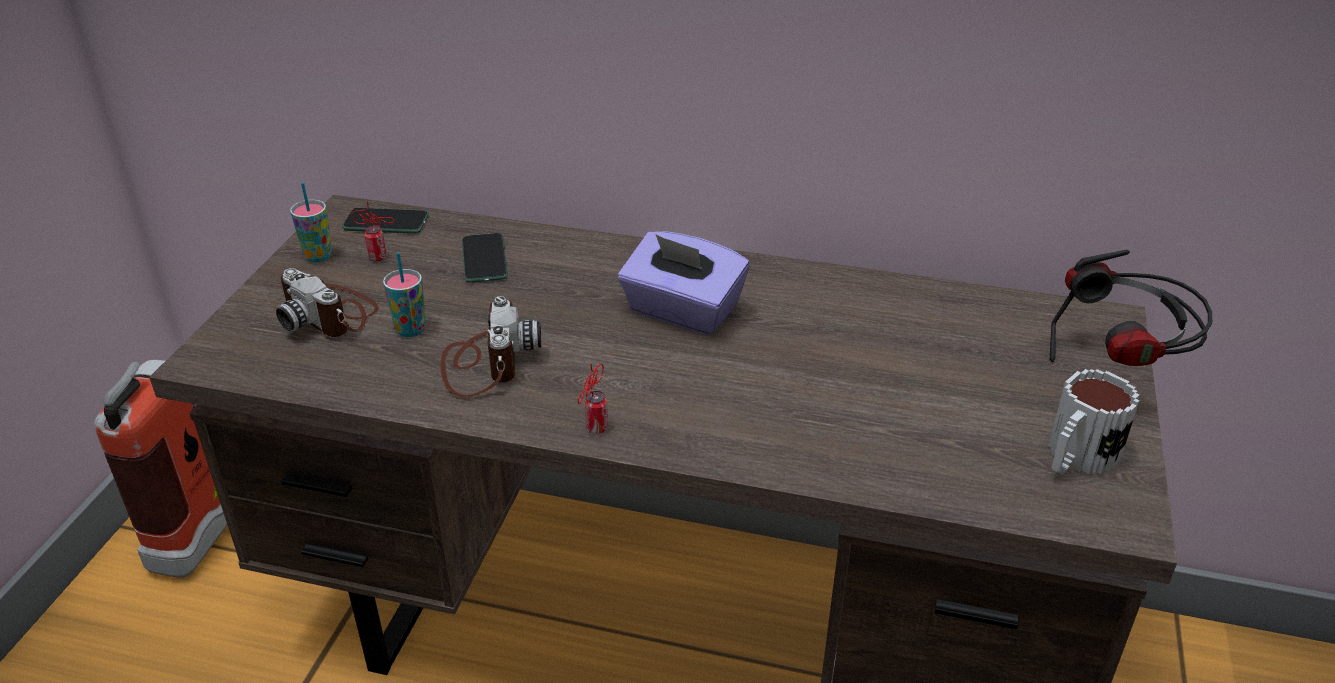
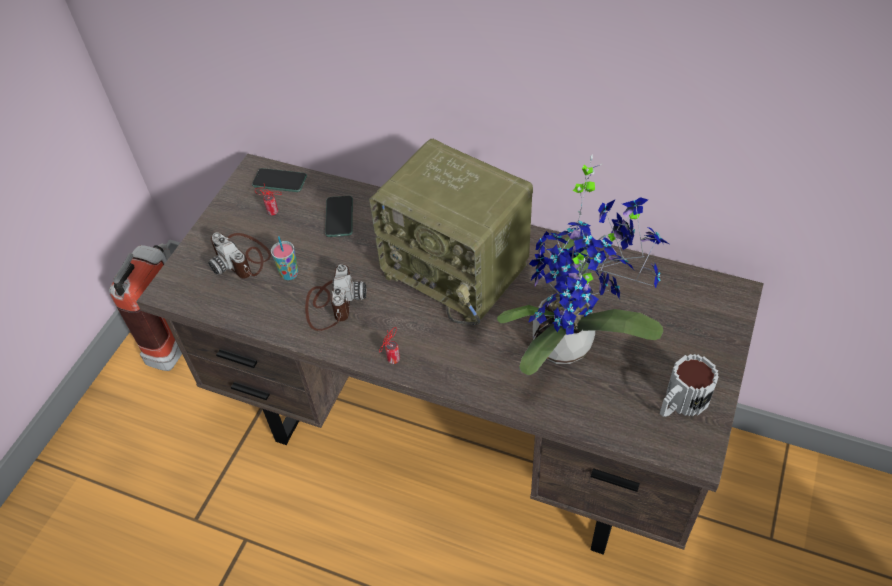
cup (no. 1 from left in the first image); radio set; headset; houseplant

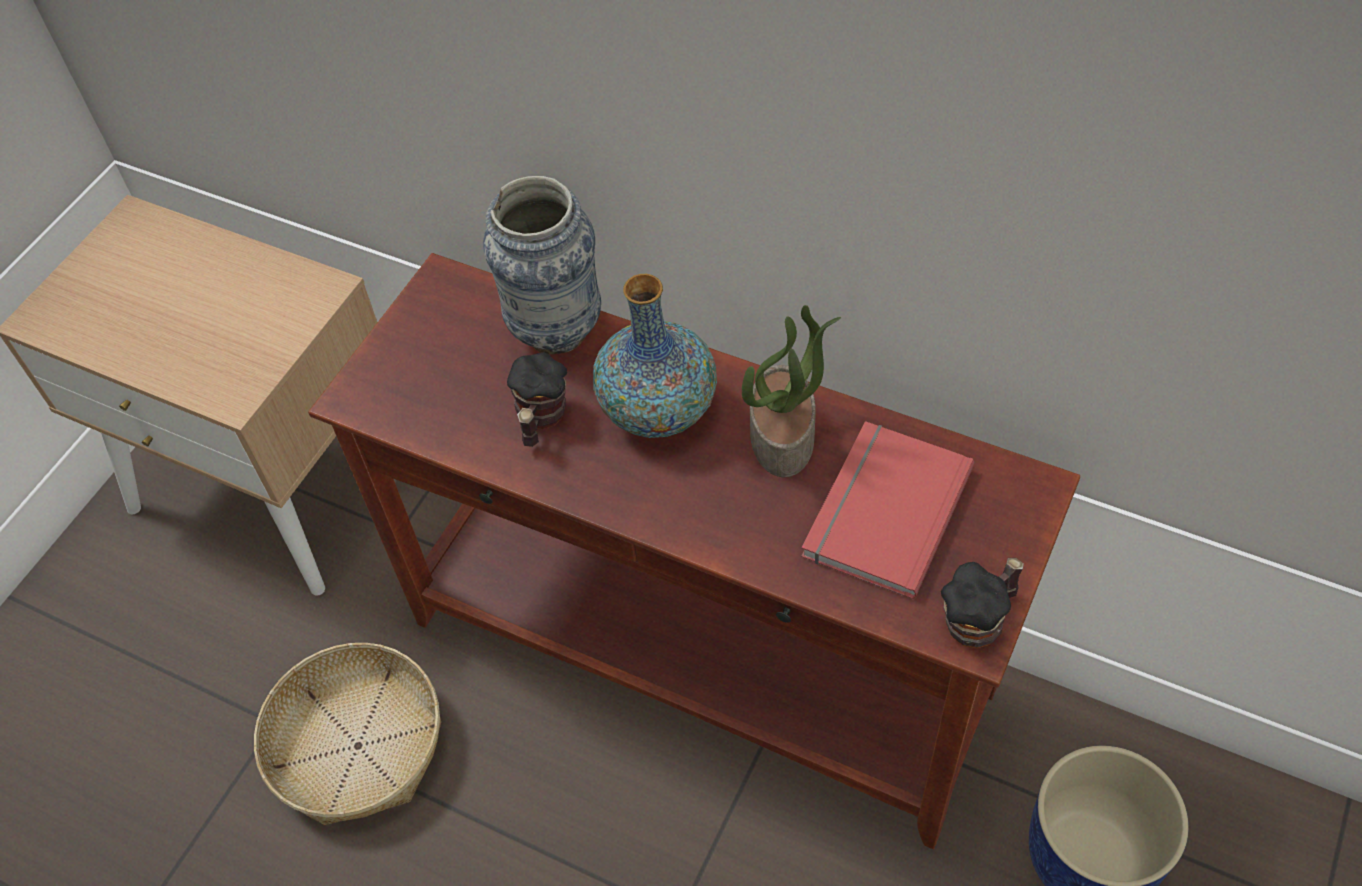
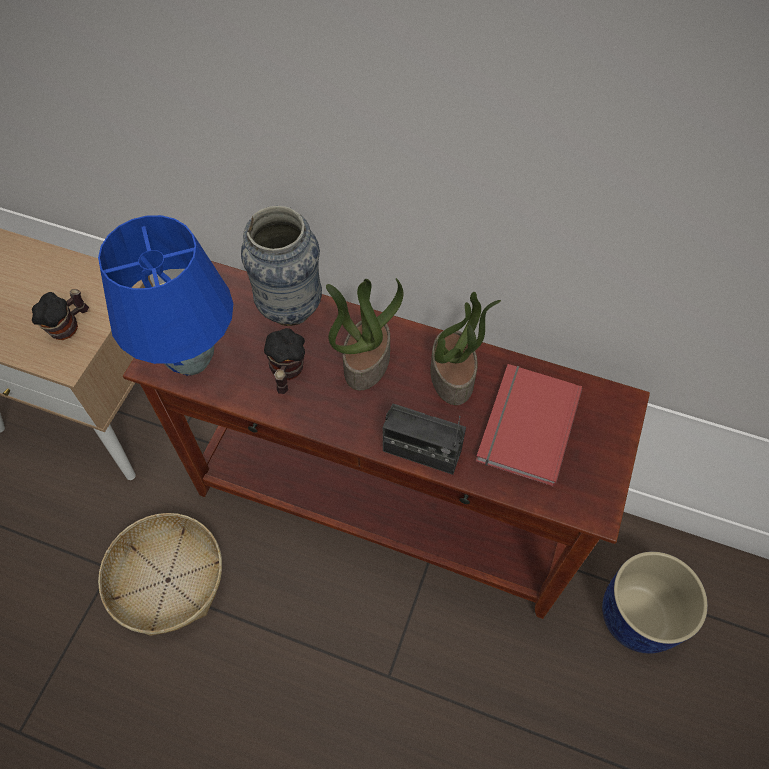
houseplant (no. 1 from left); mug (no. 1 from left); table lamp (bluish); radio set

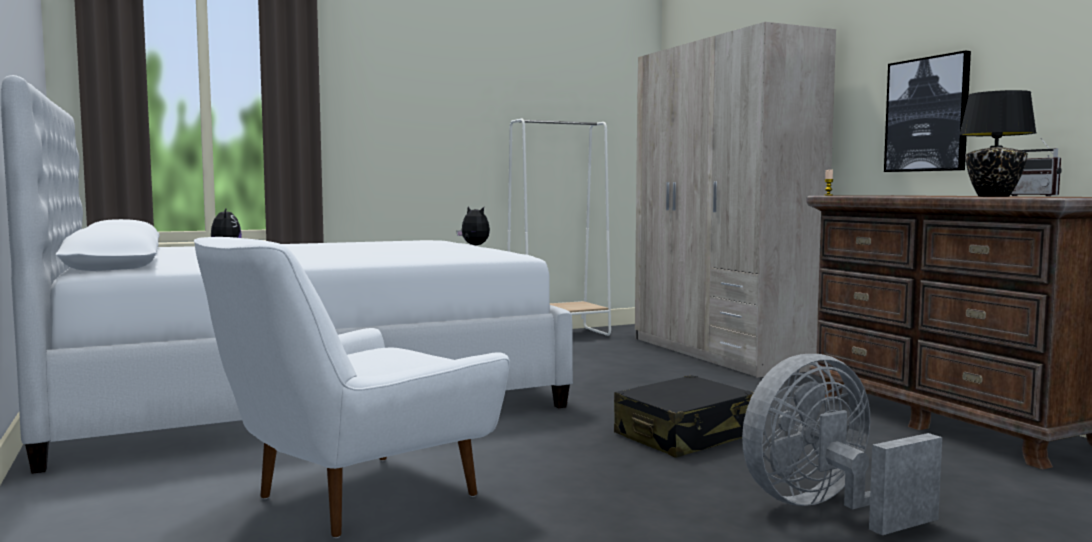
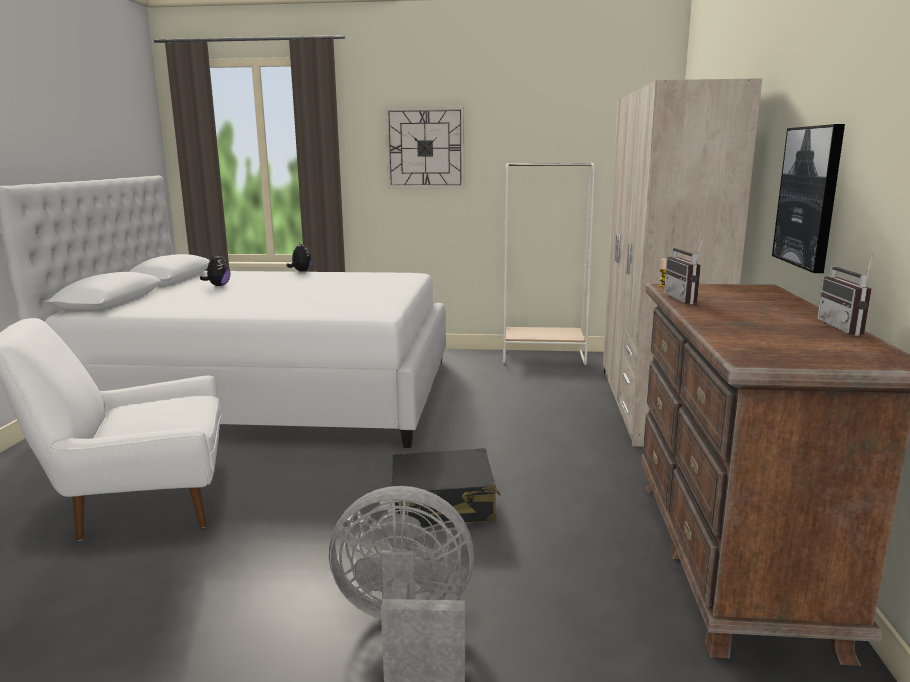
table lamp (black-coloured); plush toy (no. 2 from left); hanging clock; radio set (no. 1 from left)

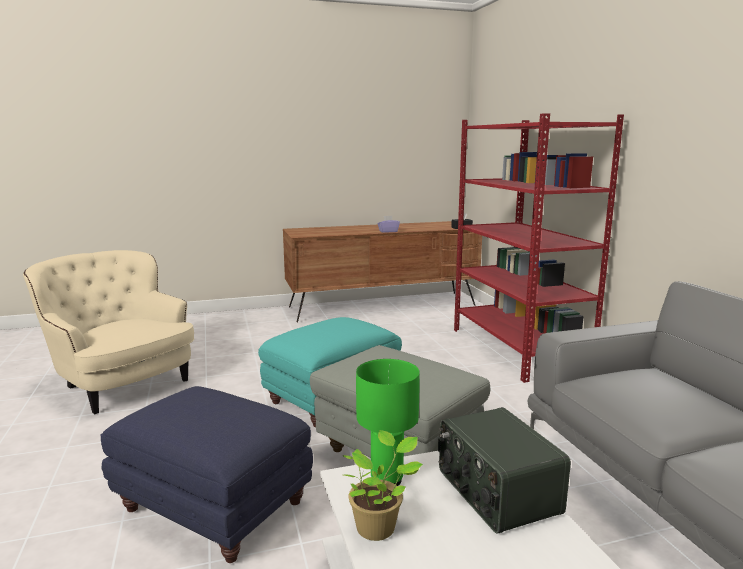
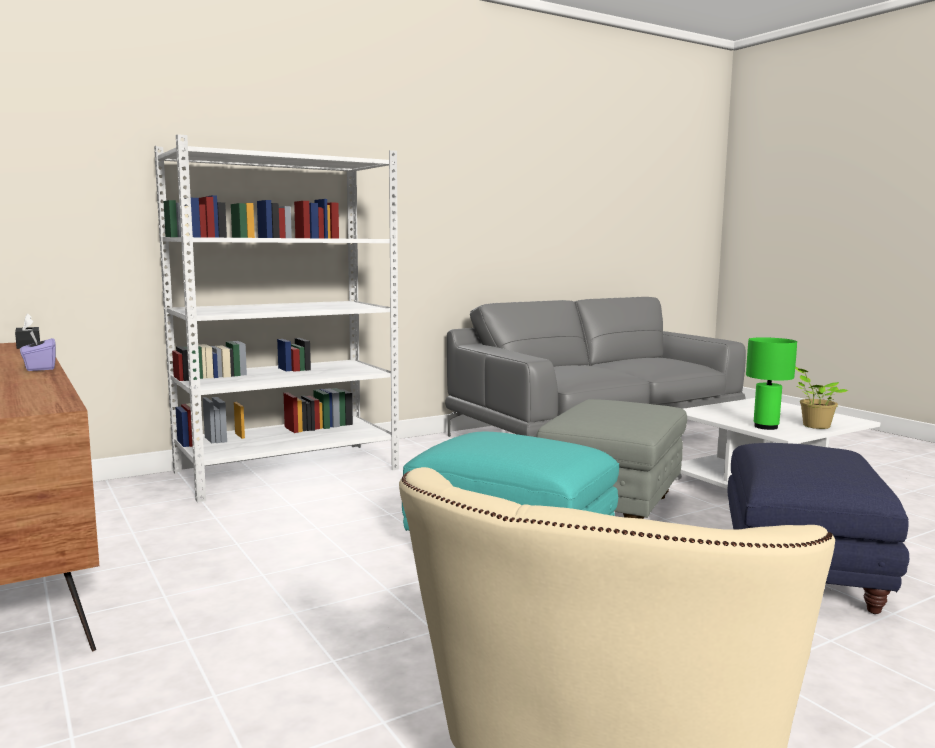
bookshelf (whitish); radio set

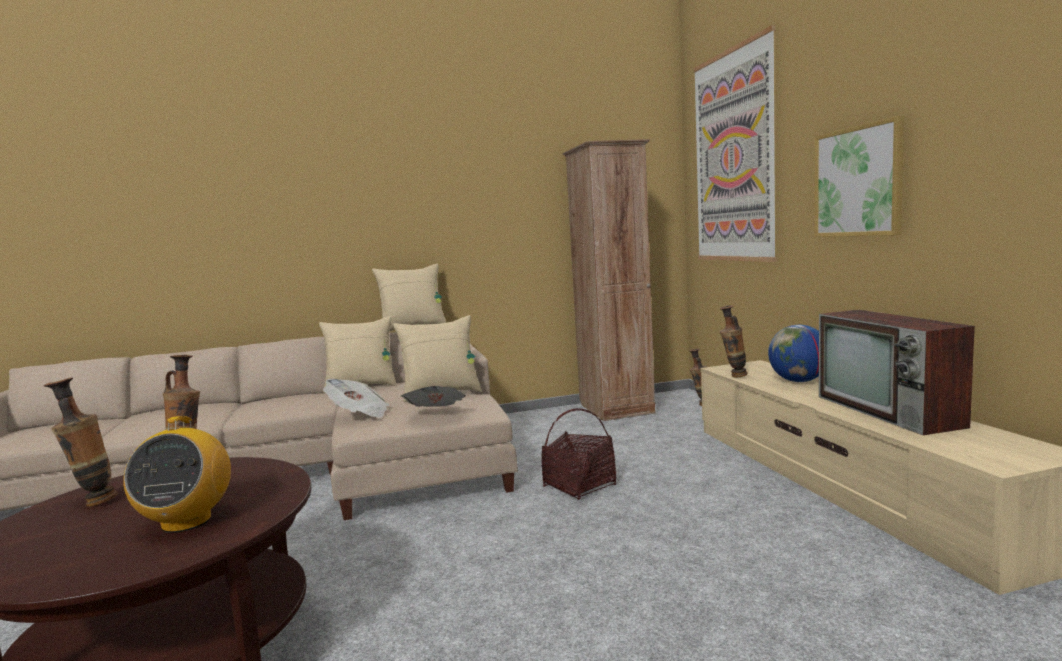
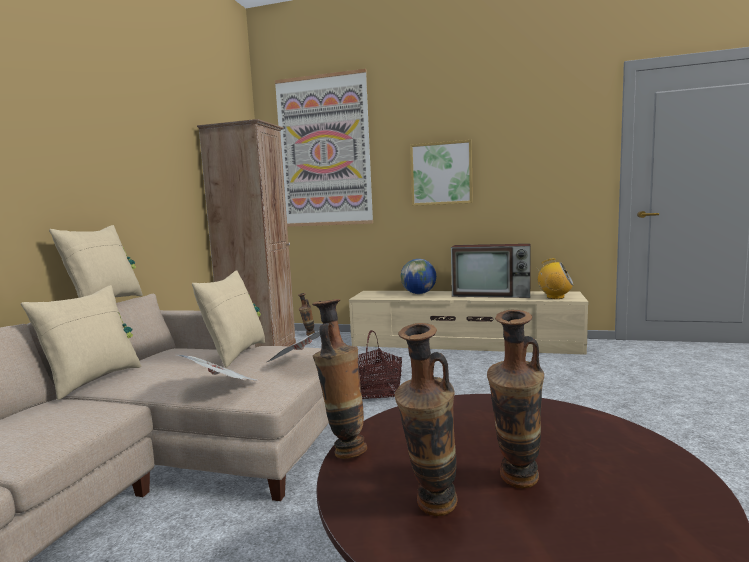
flower vase (no. 4 from left); radio set

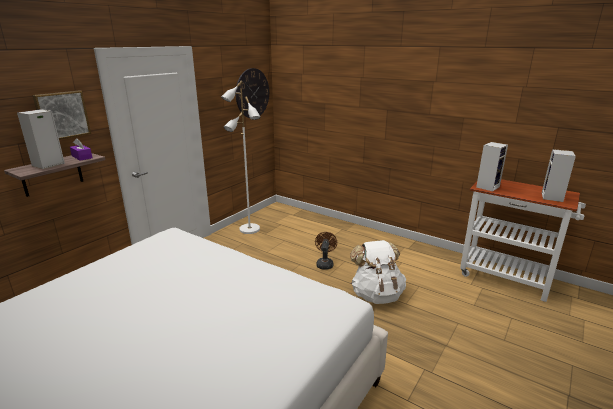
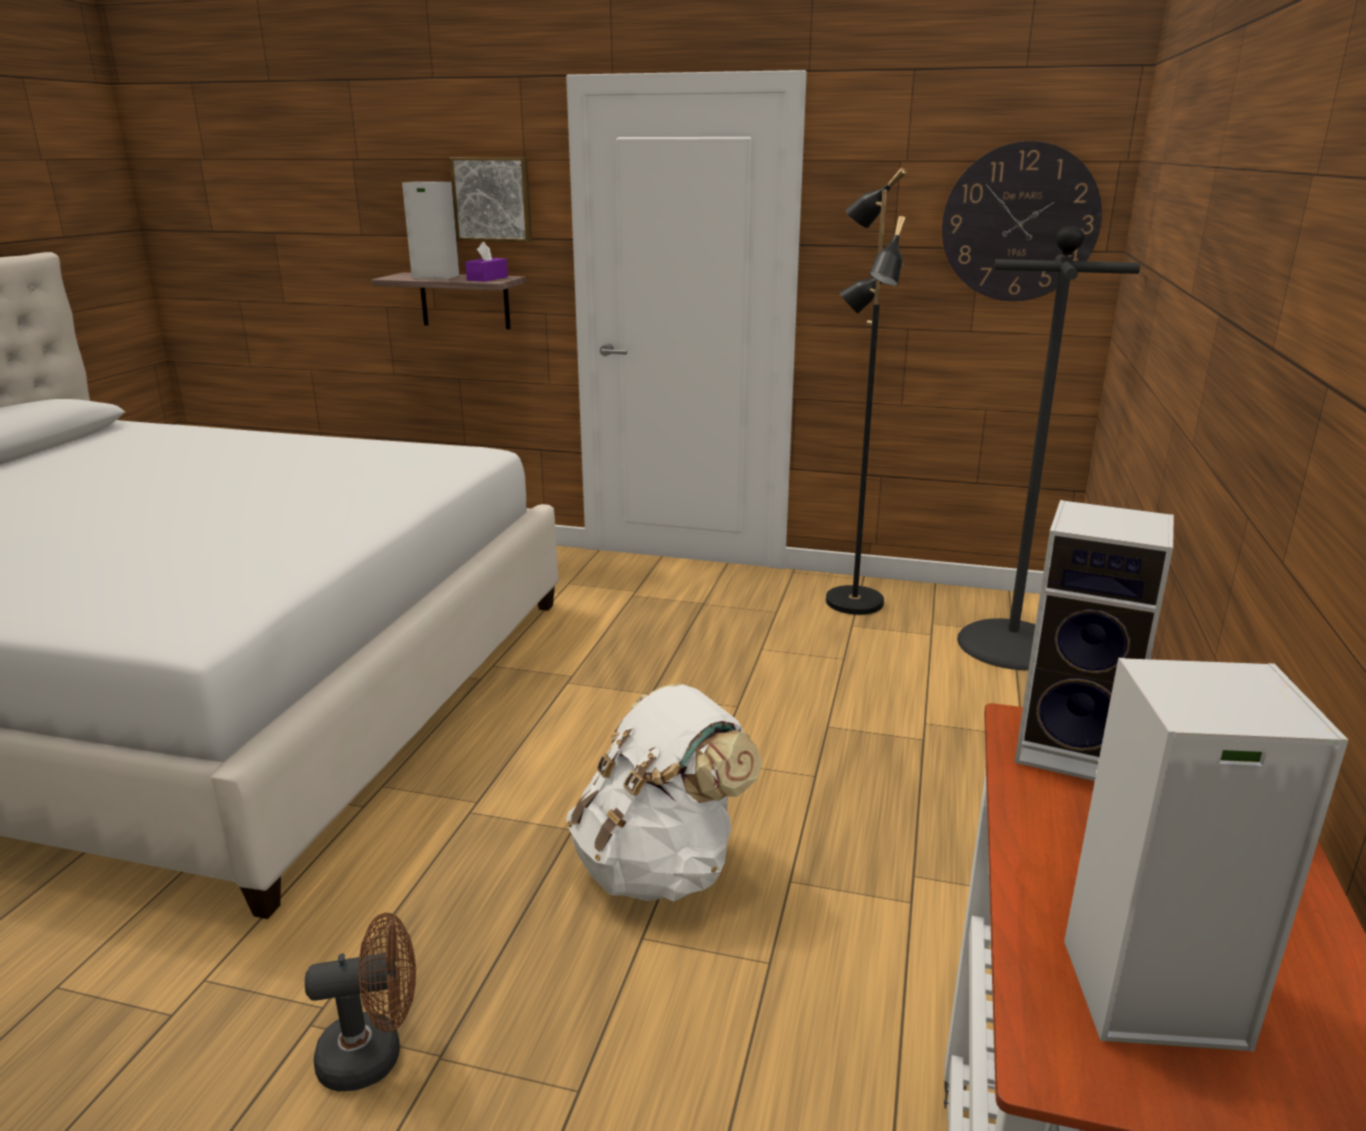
standard lamp (black-coloured); electric fan (brownish); garment stand (black-coloured)

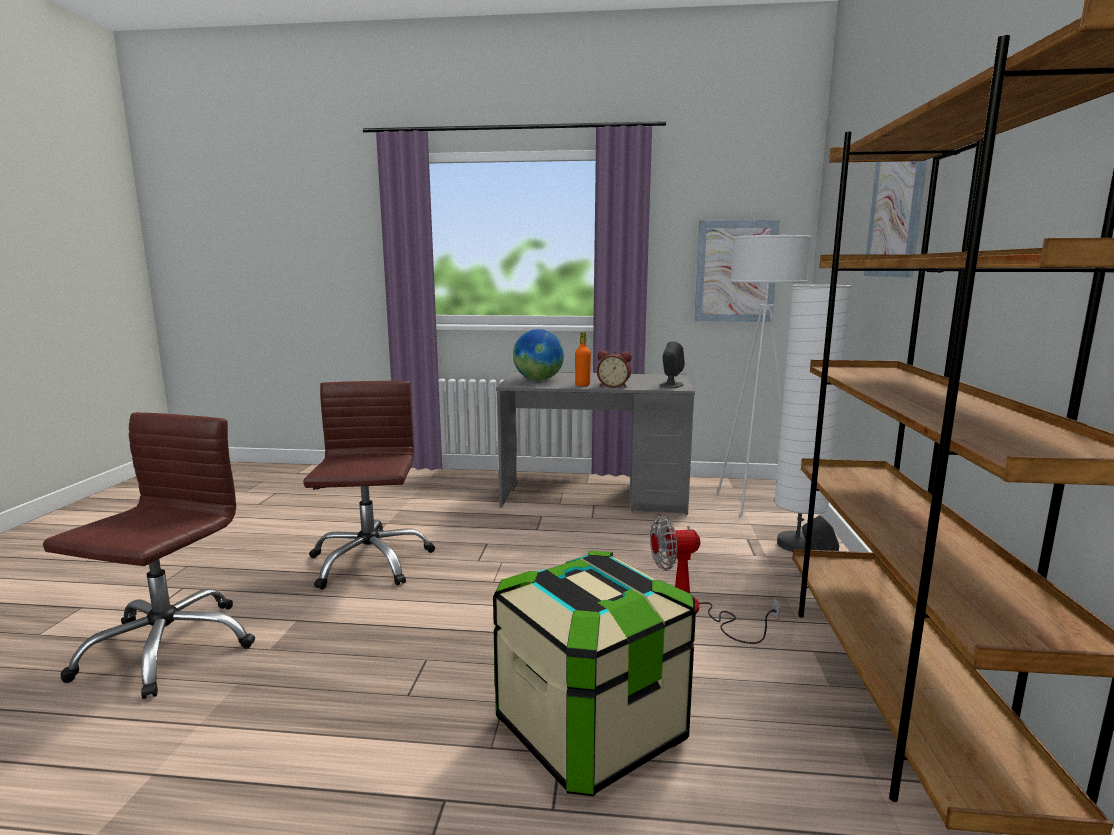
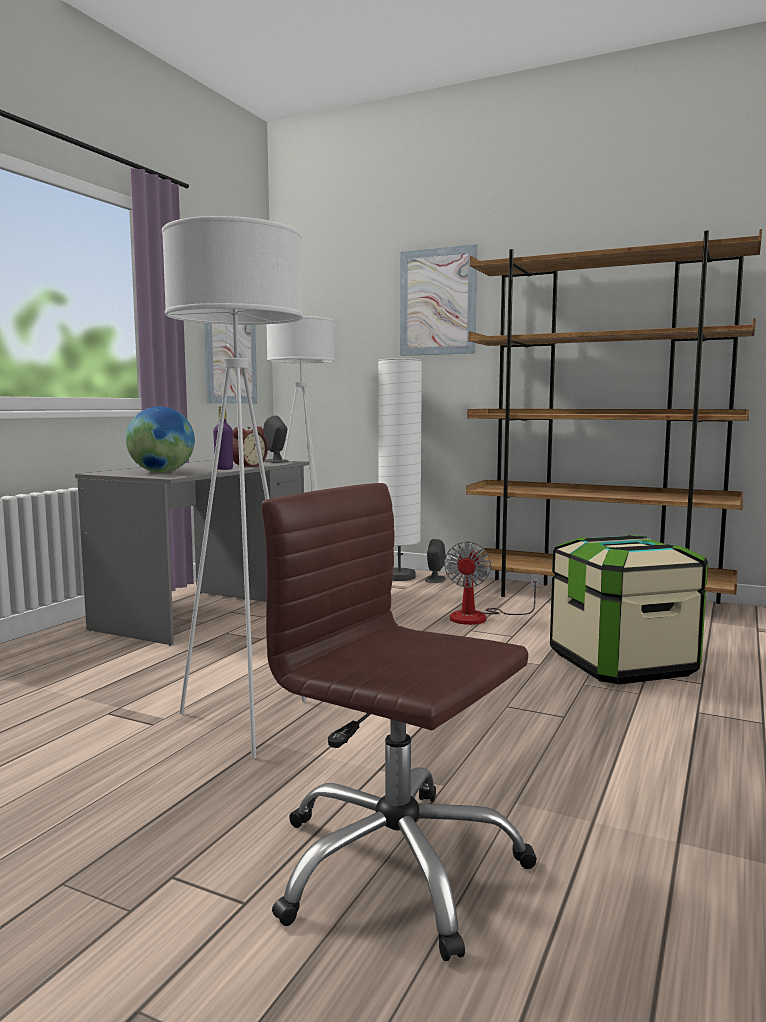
drink bottle (purple-coloured); standard lamp (whitish) (no. 1 from left)

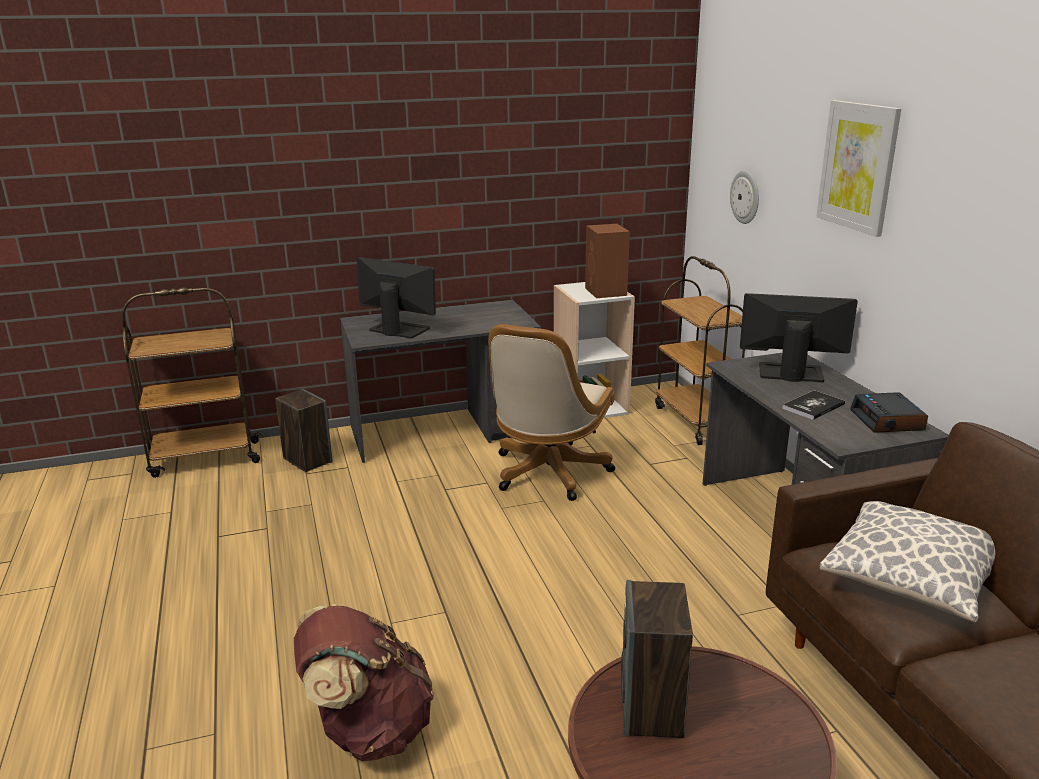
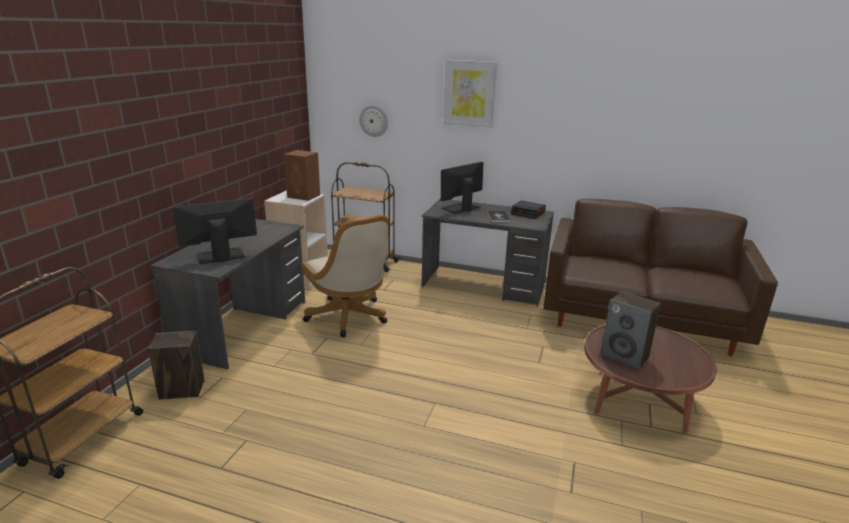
pillow; backpack (brownish)

